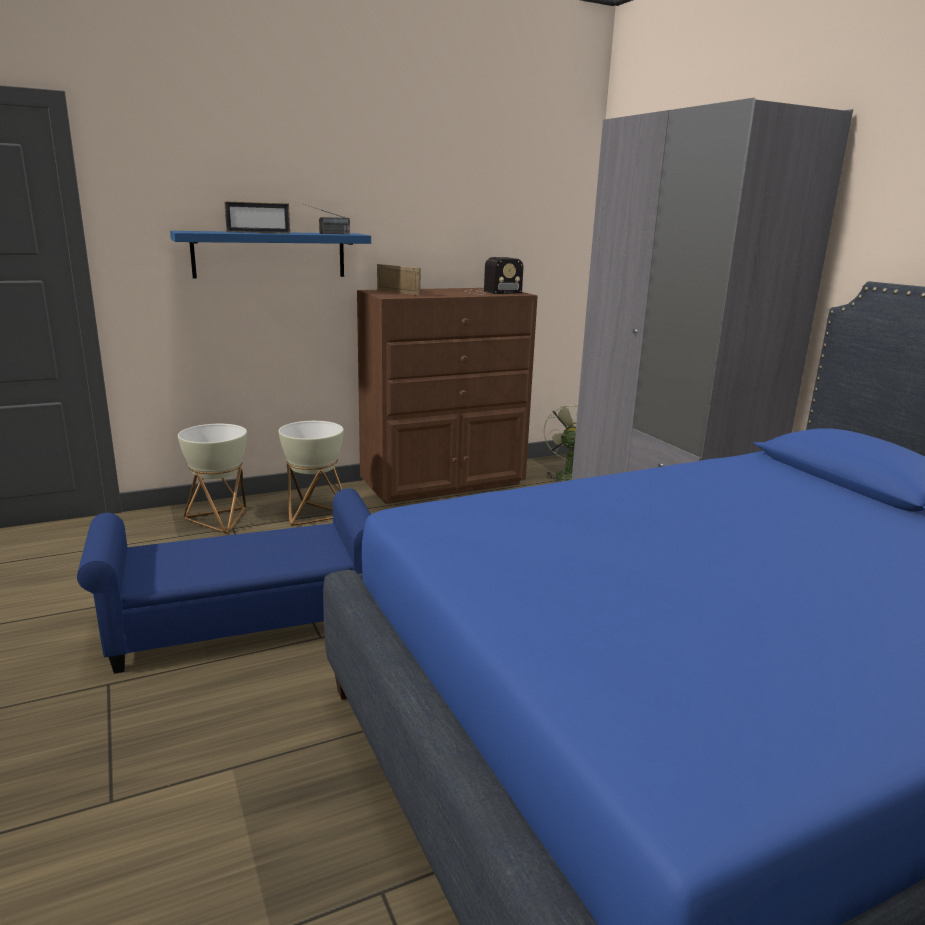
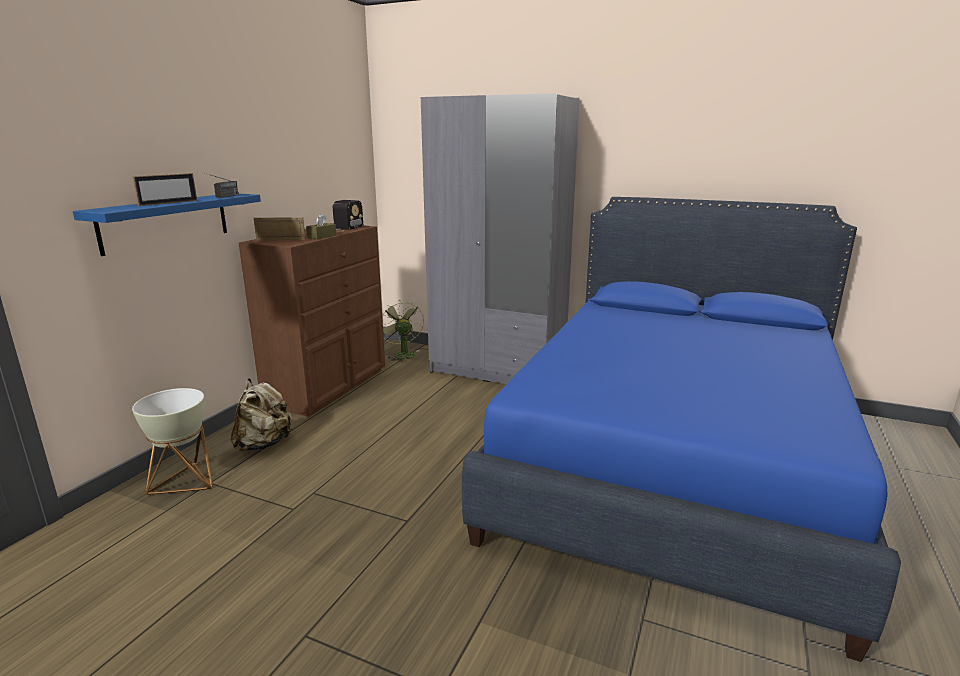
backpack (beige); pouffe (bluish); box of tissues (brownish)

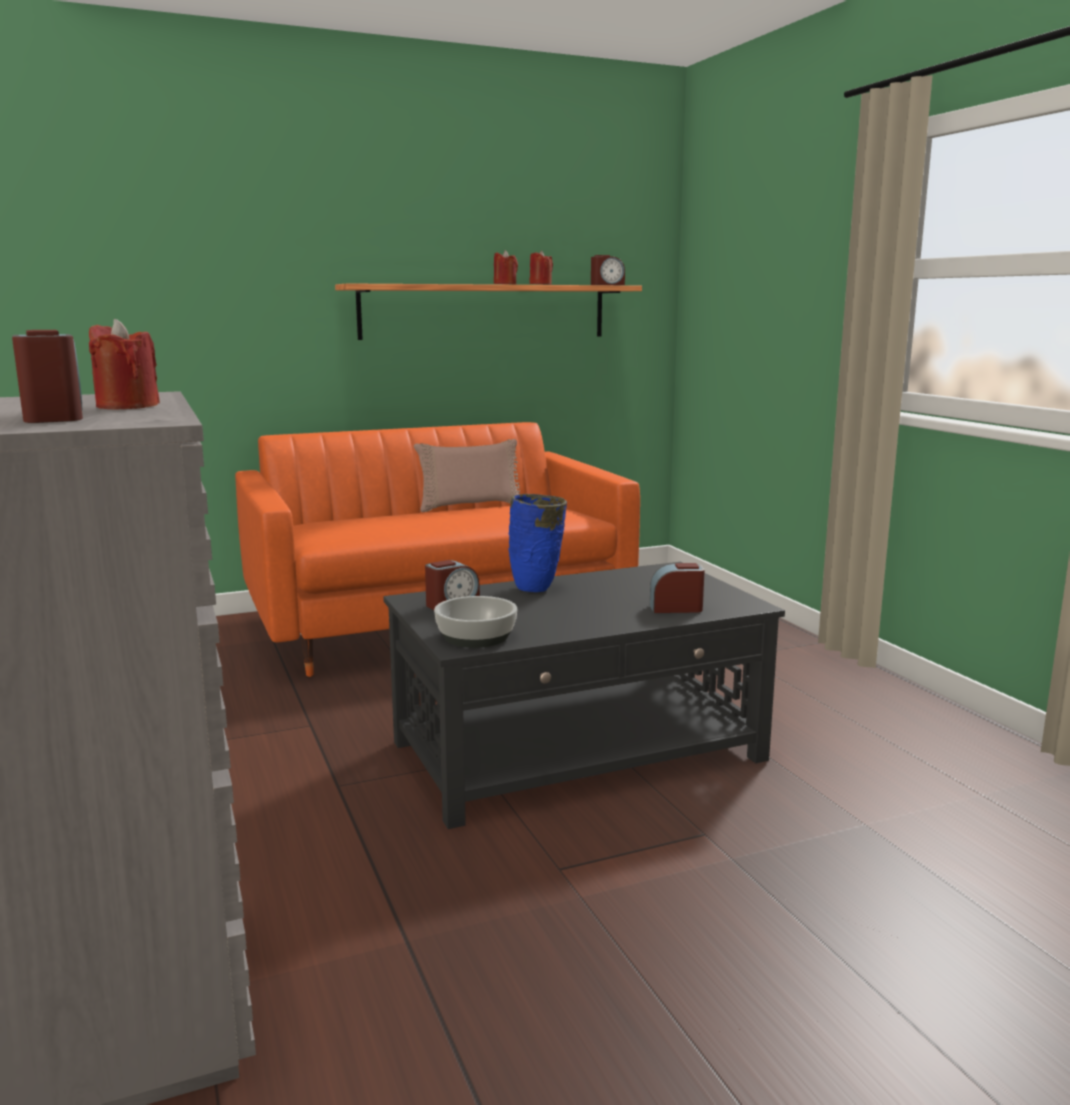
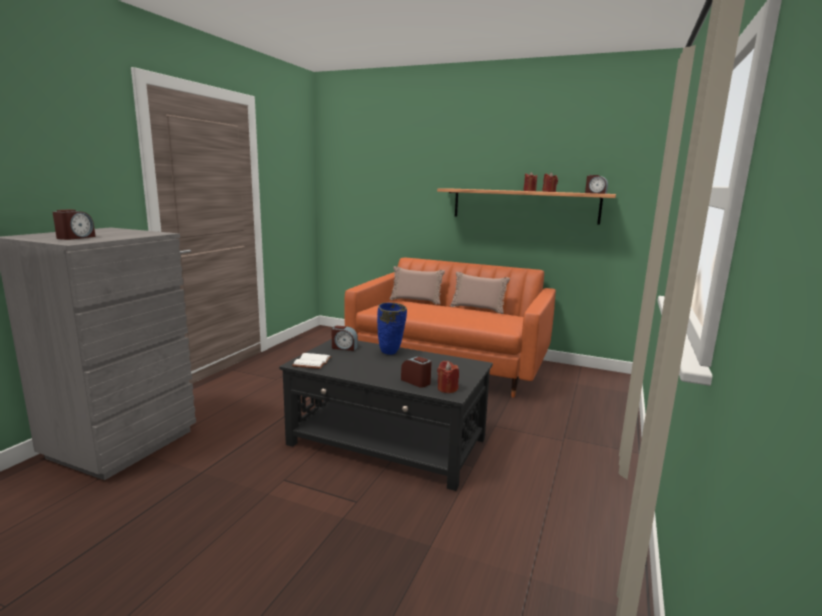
wax candle (reddish) (no. 1 from left); book (whitish); pillow (beige) (no. 1 from left)

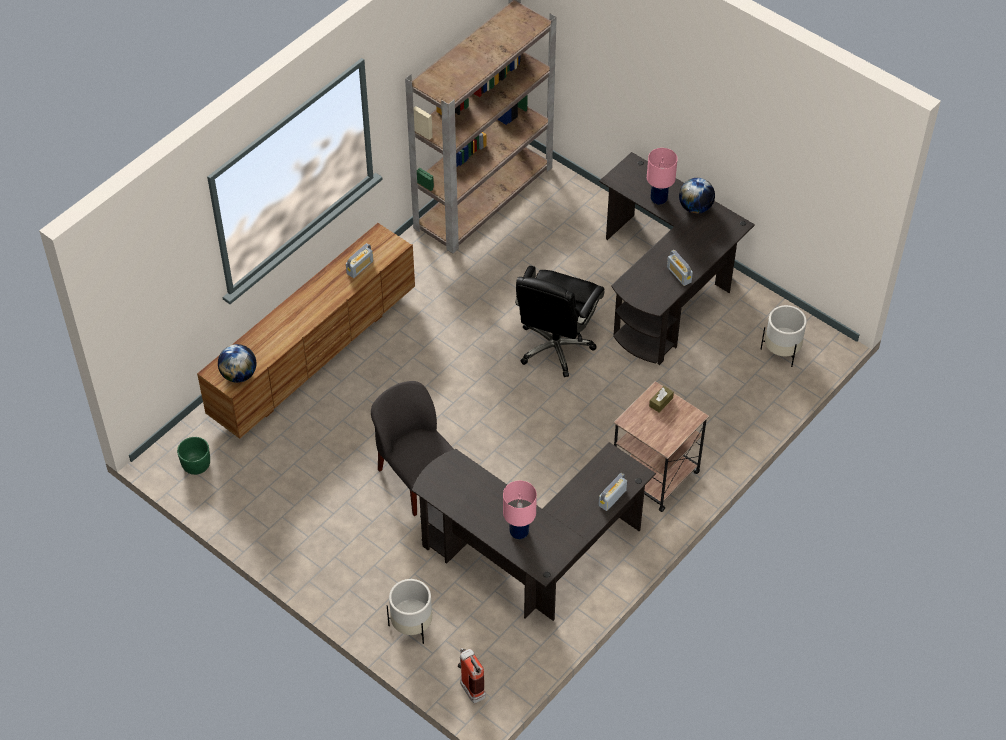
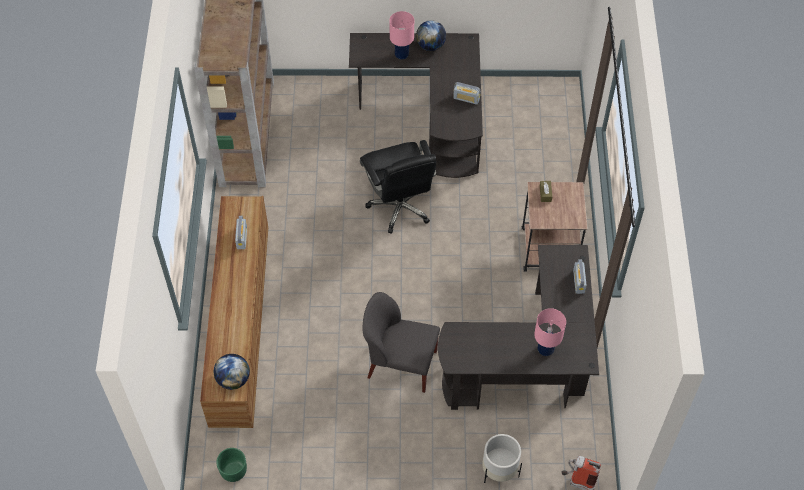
plant pot (whitish) (no. 2 from left in the first image)

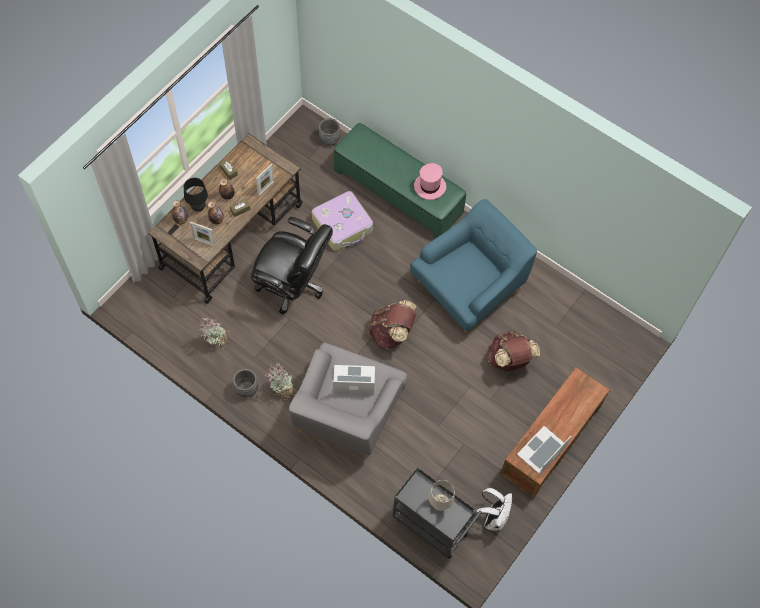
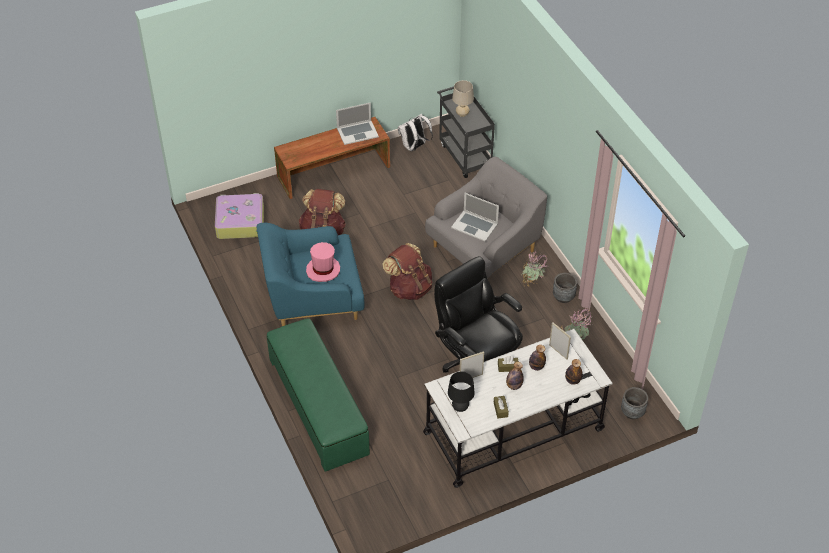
plant pot (grey) (no. 2 from left); desk table (whitish); wearable hat (pink); table lamp (black-coloured); piece of luggage

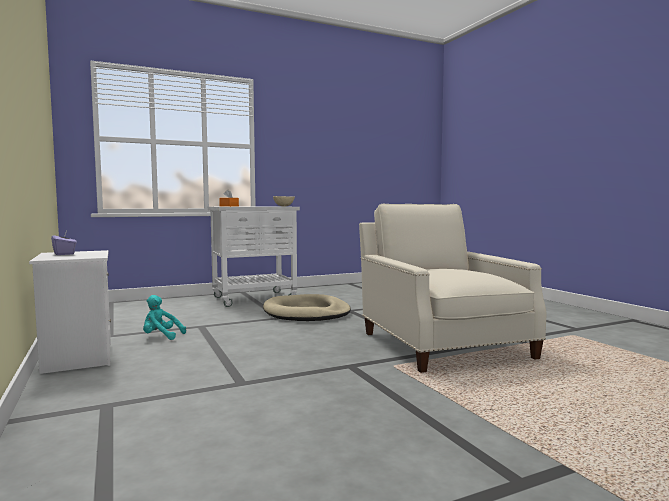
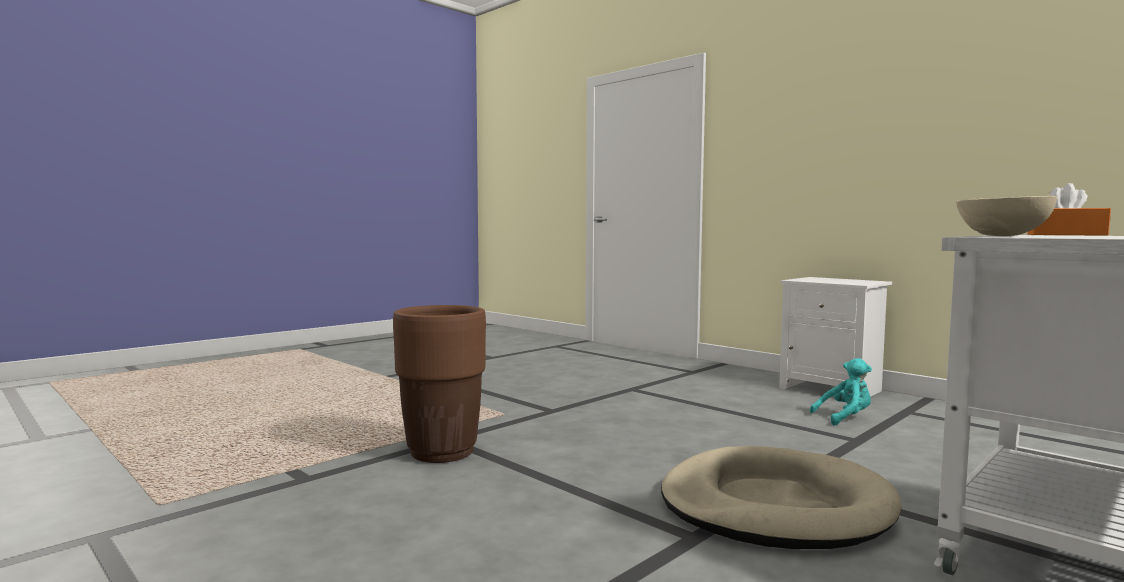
plant pot (brownish); box of tissues (purple-coloured)

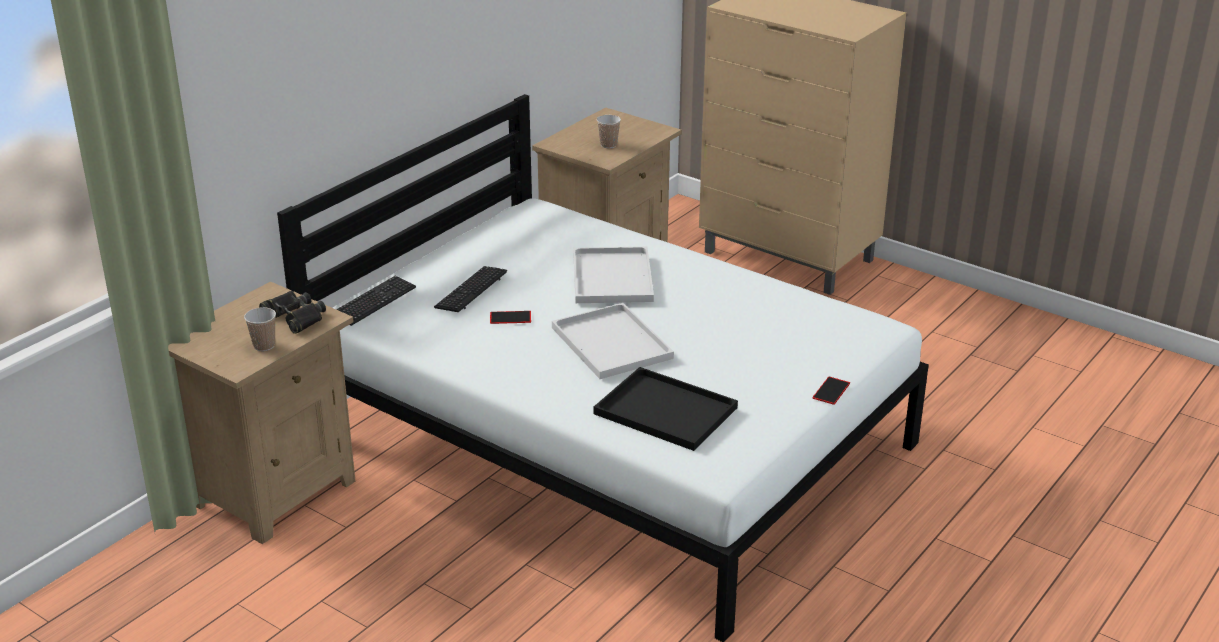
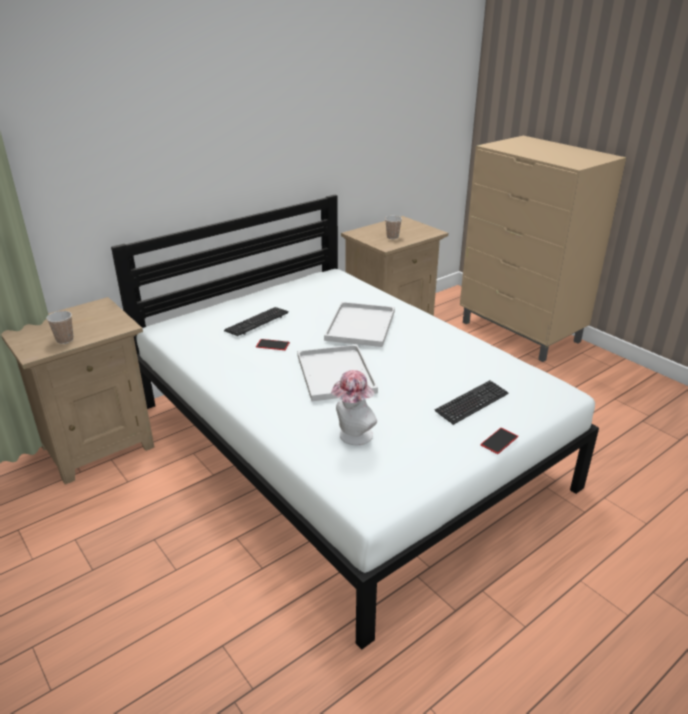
PC keyboard (no. 2 from left); field glasses (black-coloured); wearable hat

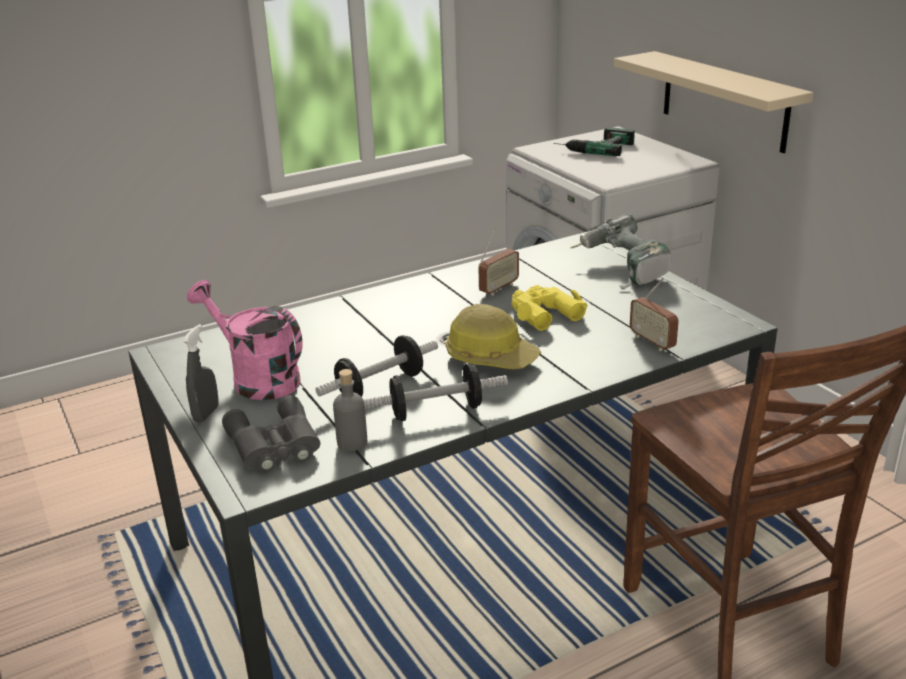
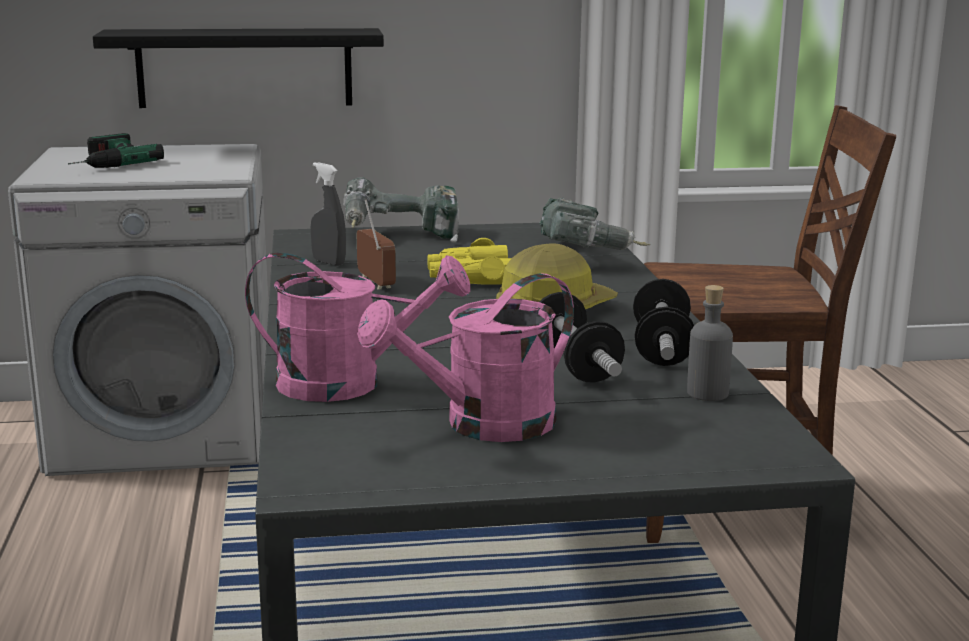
bracket shelf (black-coloured); drill (no. 3 from left); hand sprayer (grey); field glasses (grey); sprinkling can (pink) (no. 1 from left)

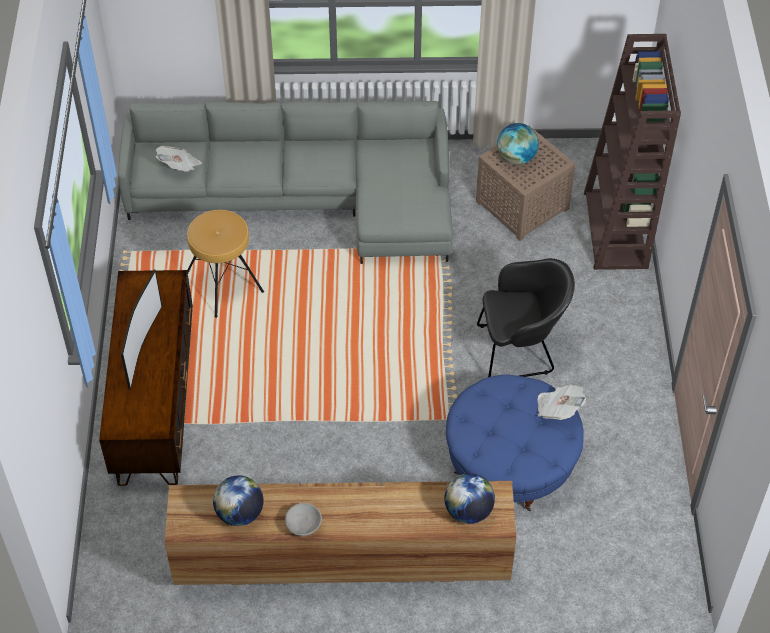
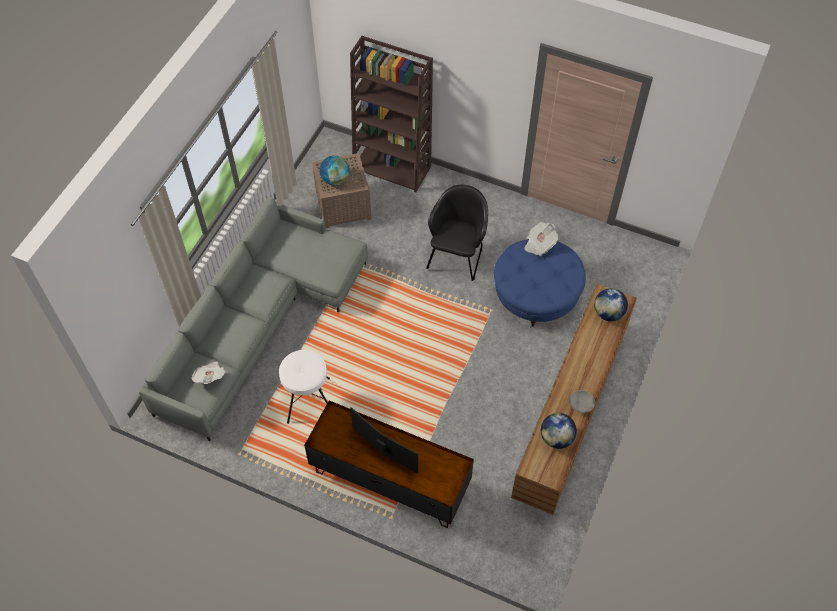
stool (whitish)

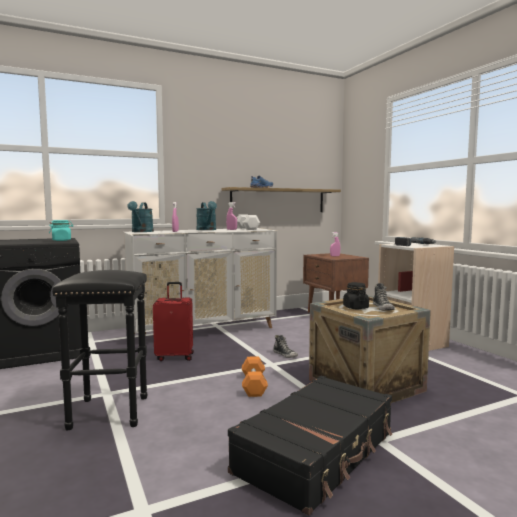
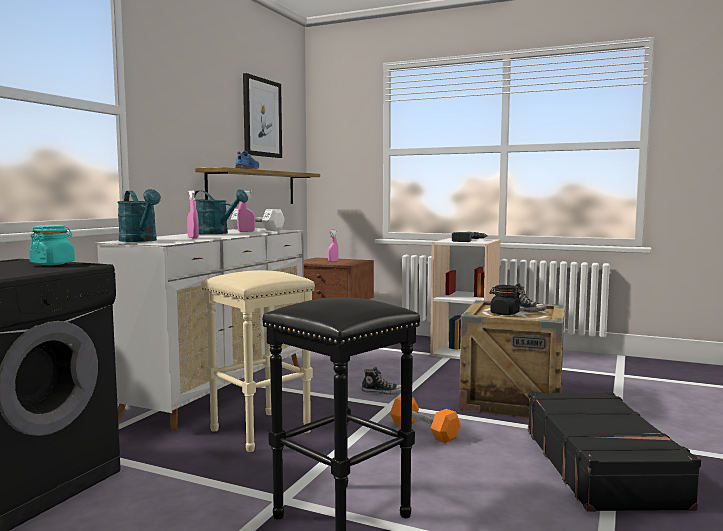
stool (beige); picture

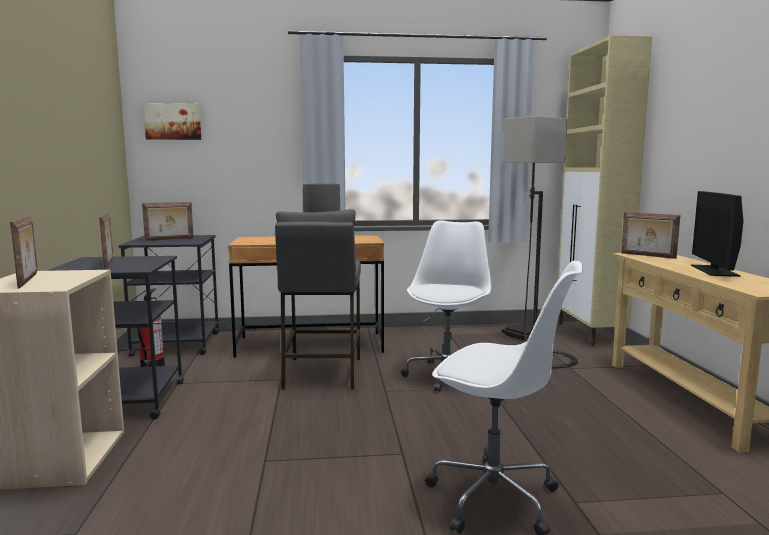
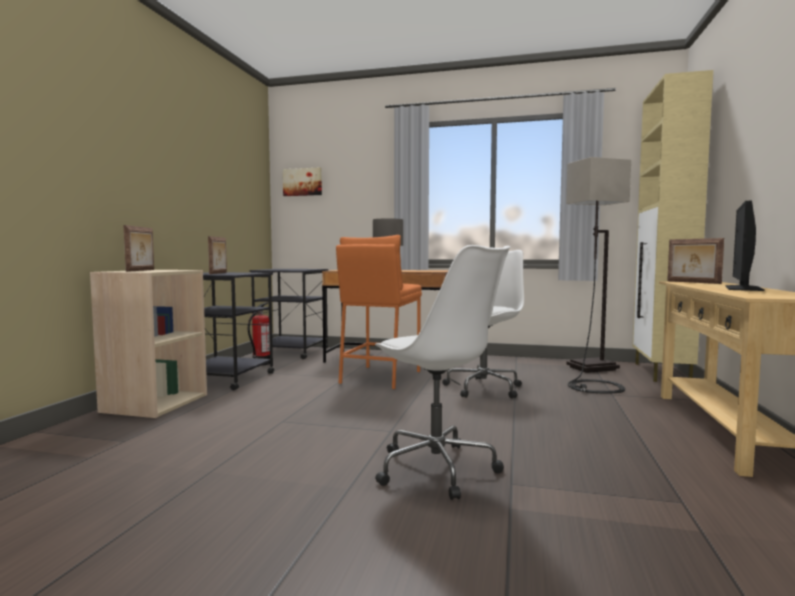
photo frame (no. 3 from left in the first image); stool (orange-coloured)

